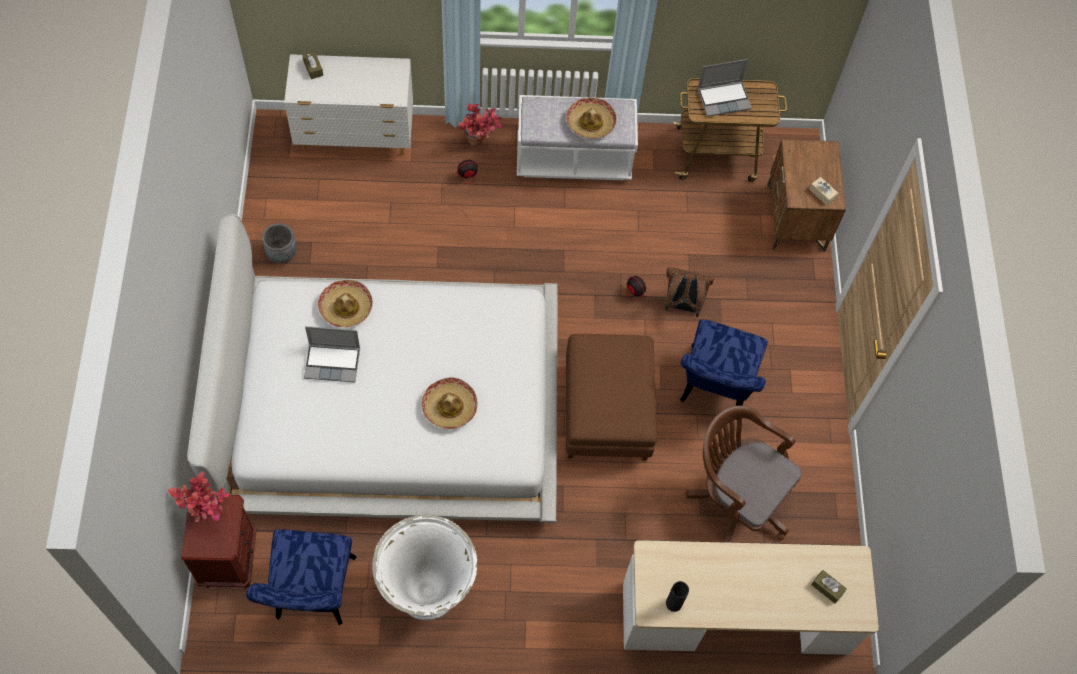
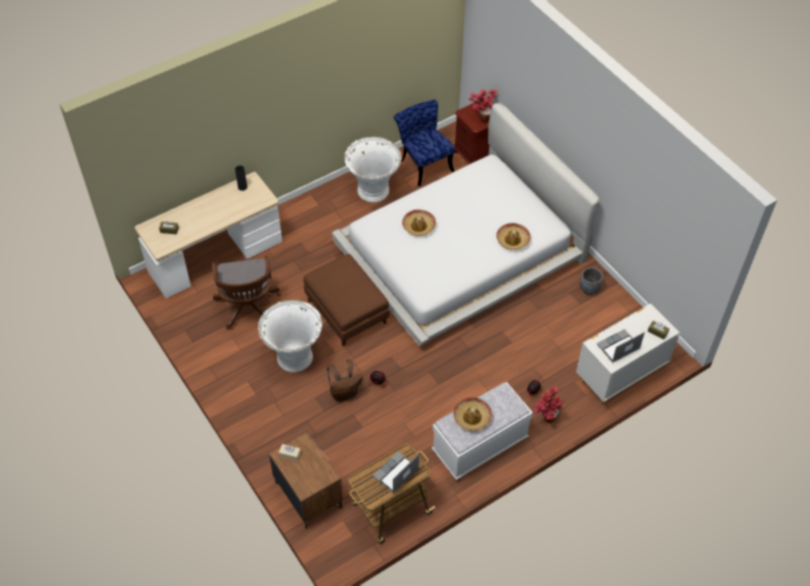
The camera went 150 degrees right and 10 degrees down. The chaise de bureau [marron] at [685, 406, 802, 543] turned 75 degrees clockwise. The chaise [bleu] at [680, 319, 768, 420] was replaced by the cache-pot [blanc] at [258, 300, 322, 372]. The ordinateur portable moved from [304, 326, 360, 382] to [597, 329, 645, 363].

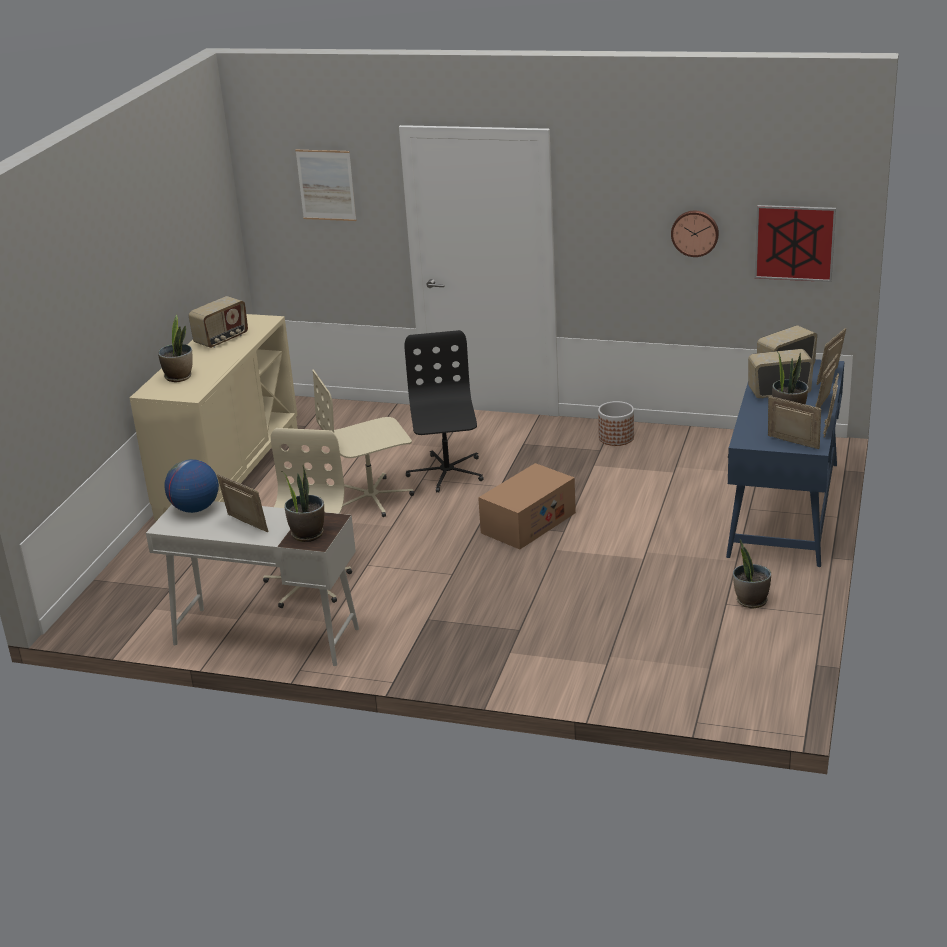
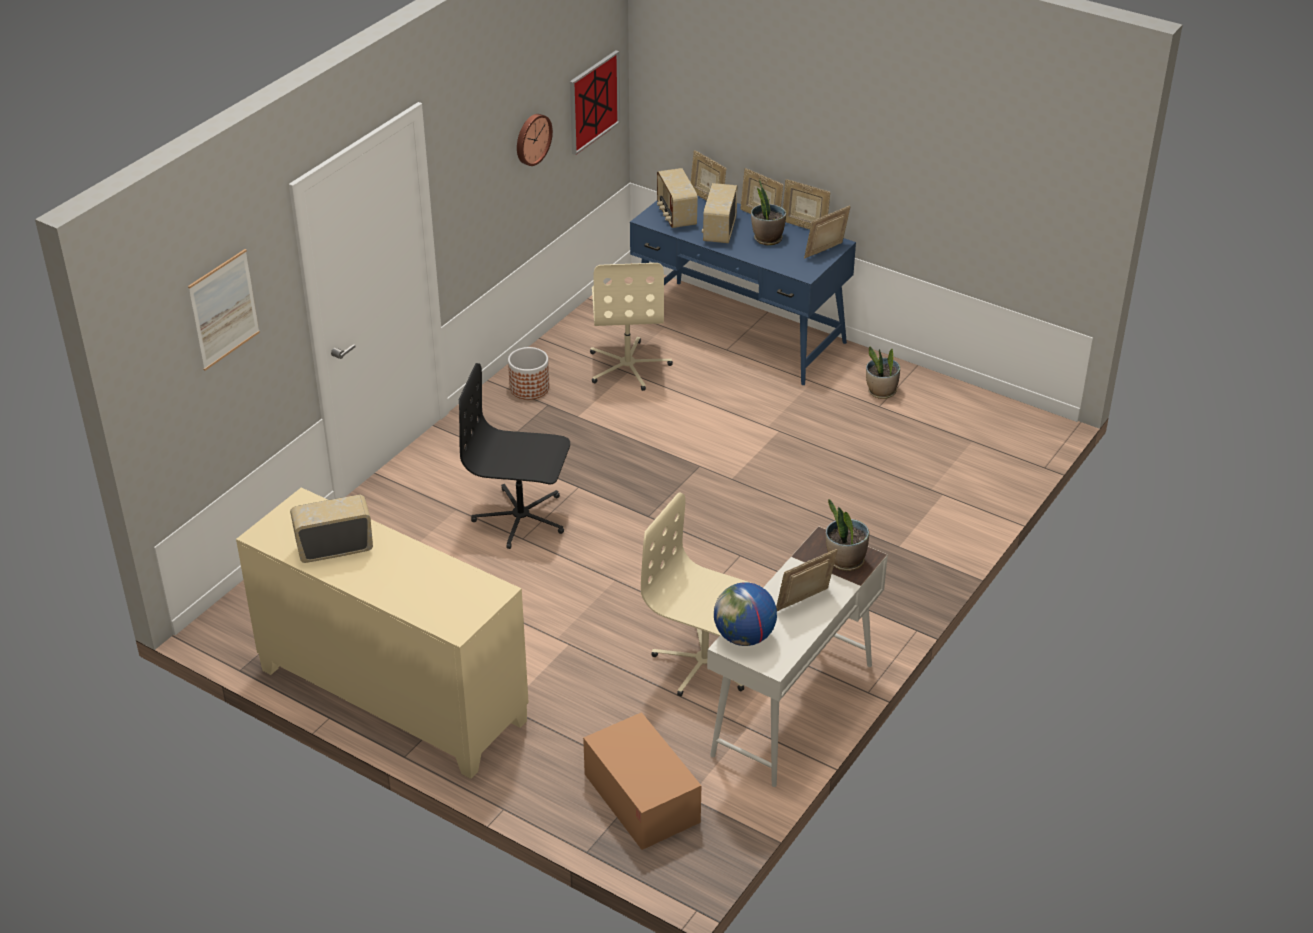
The camera went 75 degrees left and 10 degrees up. The radio at [188, 296, 248, 348] turned 75 degrees counterclockwise. The carton moved from [478, 463, 576, 549] to [583, 712, 701, 850]. The chaise de bureau [beige] moved from [313, 369, 414, 517] to [590, 263, 673, 391]. The plante en pot at [158, 315, 193, 382] disappeared.

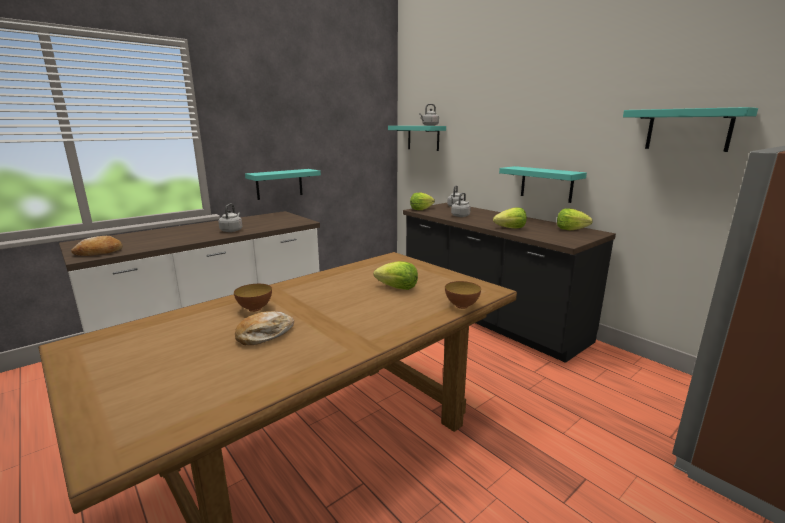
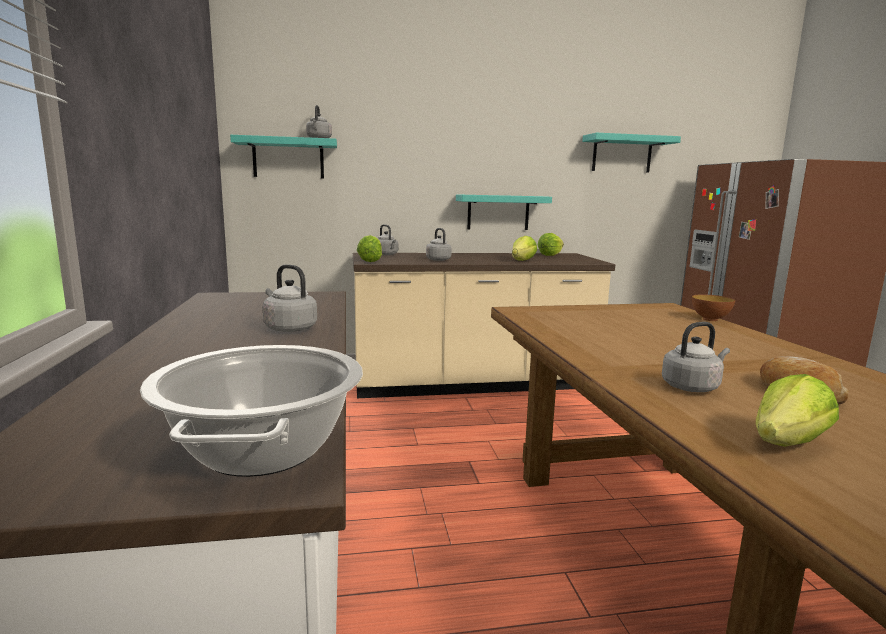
The camera went 60 degrees left and 5 degrees down. The pain at [71, 236, 123, 256] was replaced by the marmite at [140, 345, 363, 477]. The comptoir de cuisine [noir] at [403, 203, 616, 363] became the comptoir de cuisine [beige] at [353, 253, 615, 398]. The bol at [234, 284, 272, 312] was replaced by the bouilloire [gris] at [662, 322, 730, 392]. The laitue moved from [373, 261, 418, 290] to [756, 374, 839, 447]. The étagère [turquoise] at [245, 169, 321, 200] disappeared.

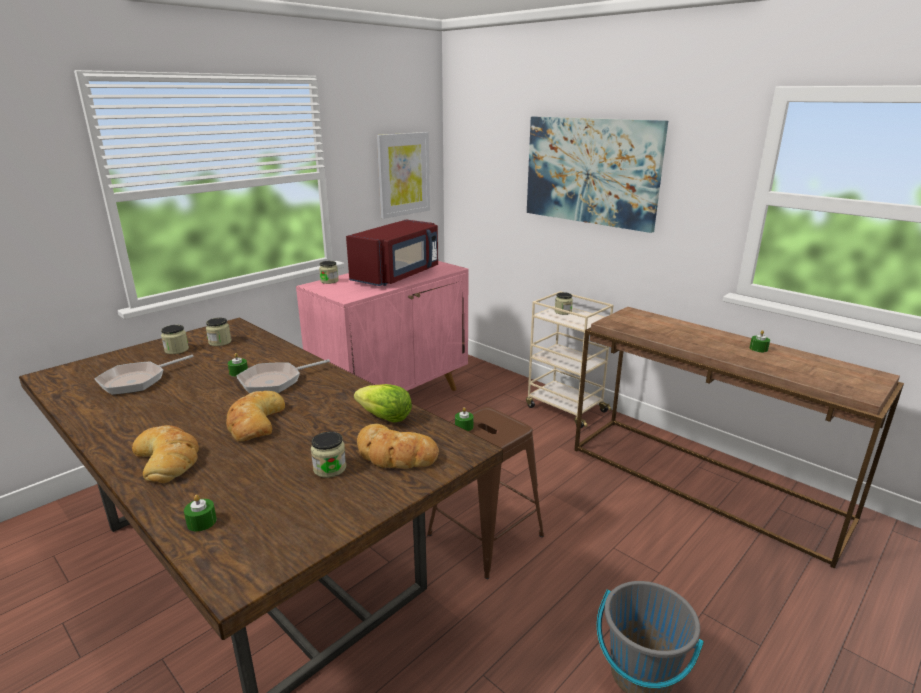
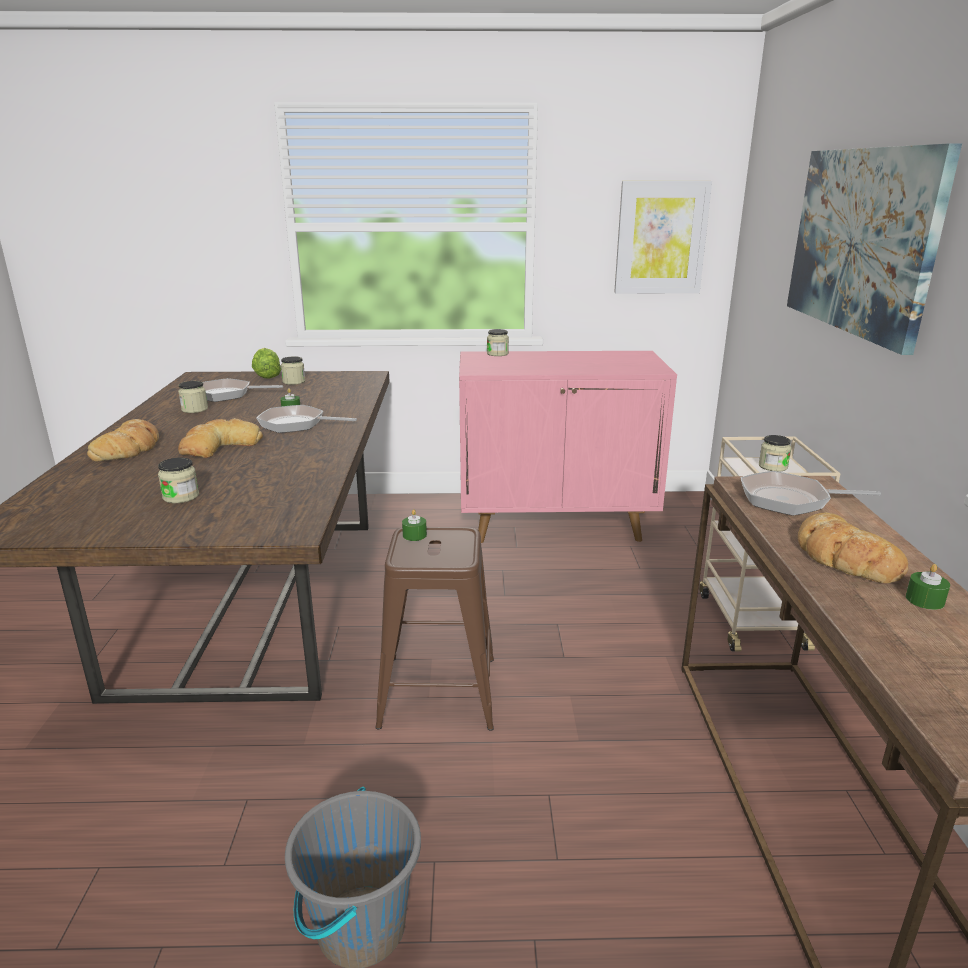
The camera went 45 degrees right and 0 degrees up. The bocal moved from [206, 318, 232, 346] to [178, 381, 208, 413]. The laitue moved from [354, 384, 412, 423] to [252, 348, 281, 379]. The poêle at [741, 471, 881, 516] appeared. The pain moved from [357, 423, 439, 468] to [798, 512, 908, 583]. The bougie [vert] at [184, 495, 217, 532] disappeared. The micro-ondes [rouge] at [346, 220, 438, 286] disappeared.

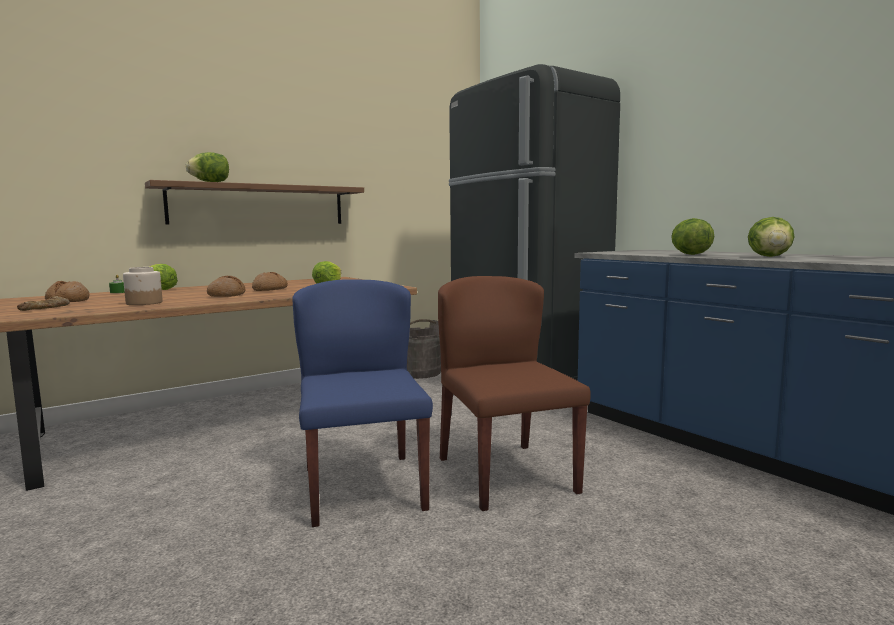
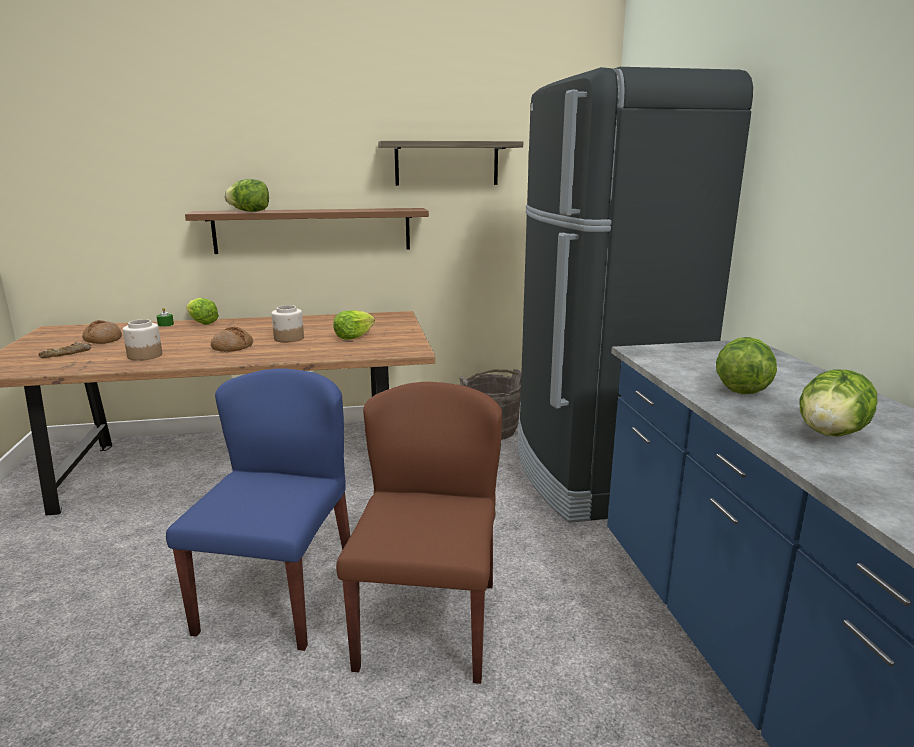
The camera went 25 degrees right and 10 degrees up. The pain at [252, 272, 288, 291] was replaced by the bocal at [272, 305, 304, 342]. The étagère at [378, 141, 523, 186] appeared.

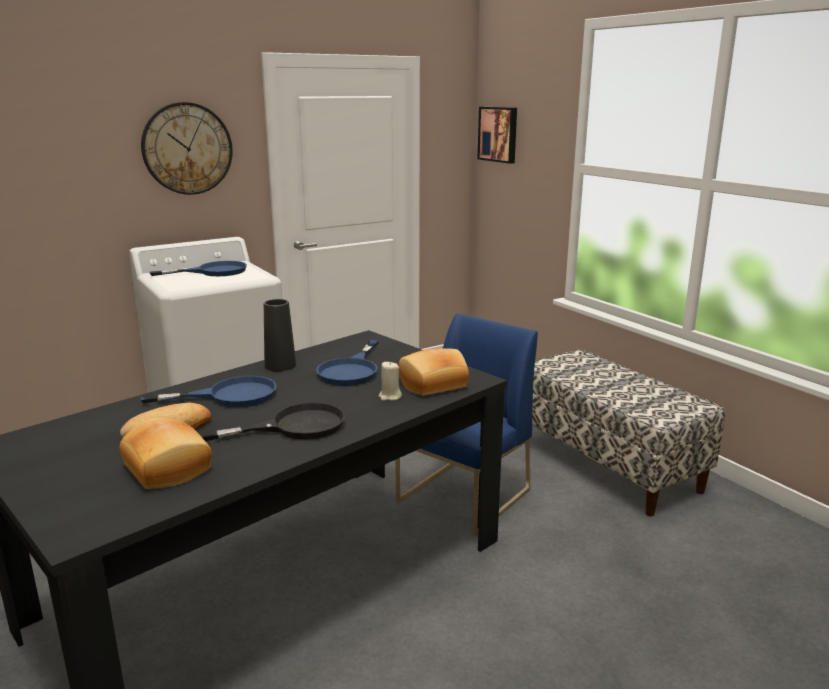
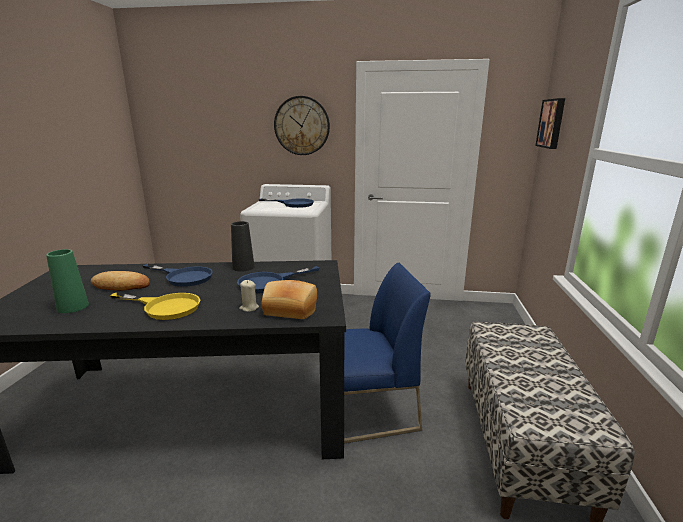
The camera went 40 degrees right and 0 degrees up. The pain at [119, 418, 212, 489] was replaced by the vase [vert] at [46, 249, 89, 313]. The poêle [noir] at [199, 402, 345, 441] became the poêle [jaune] at [110, 292, 200, 320].

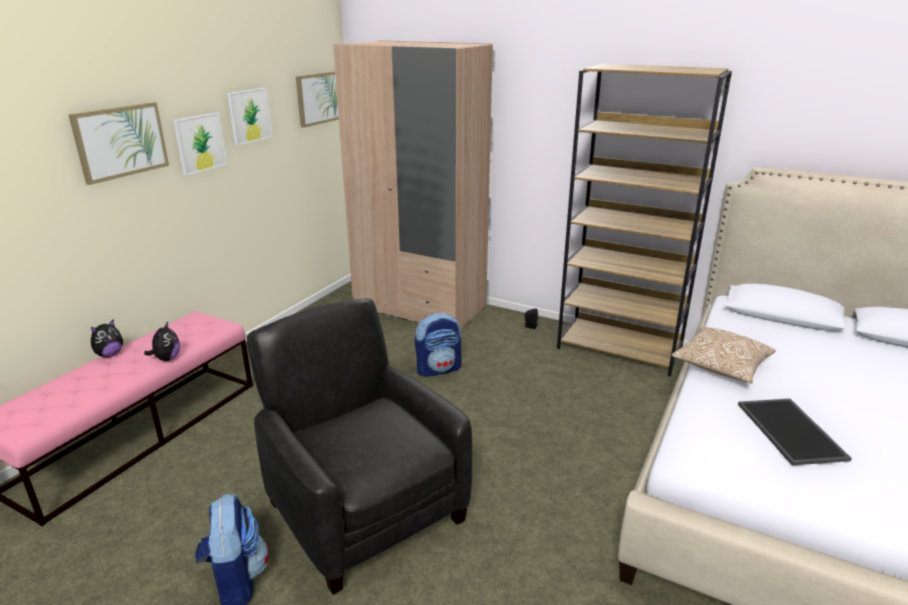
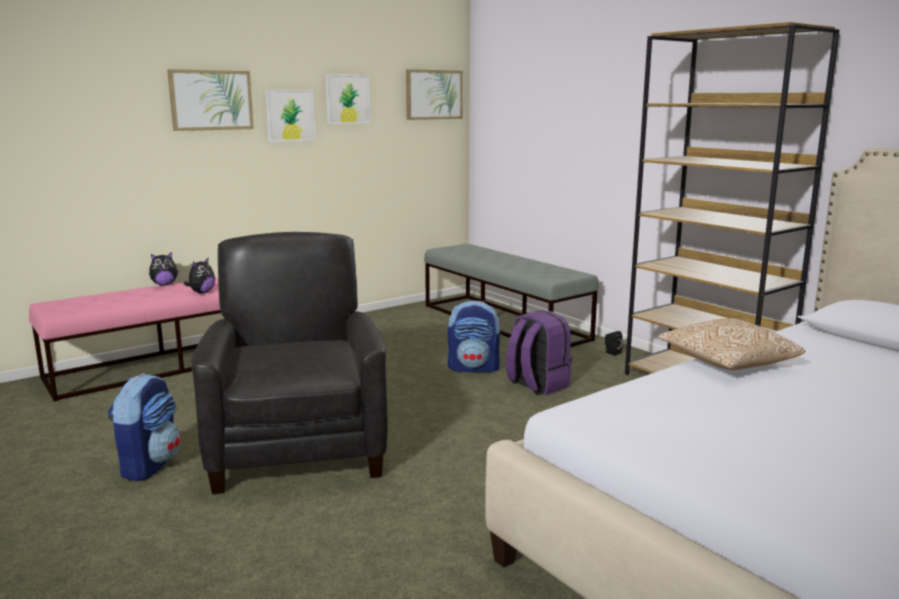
The camera went 25 degrees right and 10 degrees down. The armoire [beige] at [333, 40, 493, 329] was replaced by the banc [gris] at [424, 244, 599, 347]. The sac à dos [violet] at [506, 310, 572, 395] appeared. The plateau at [738, 398, 852, 465] disappeared.

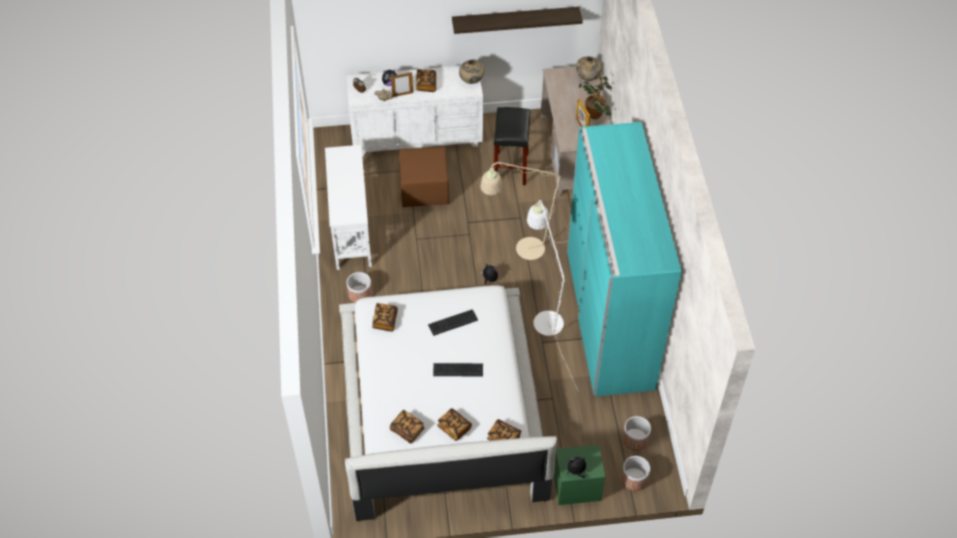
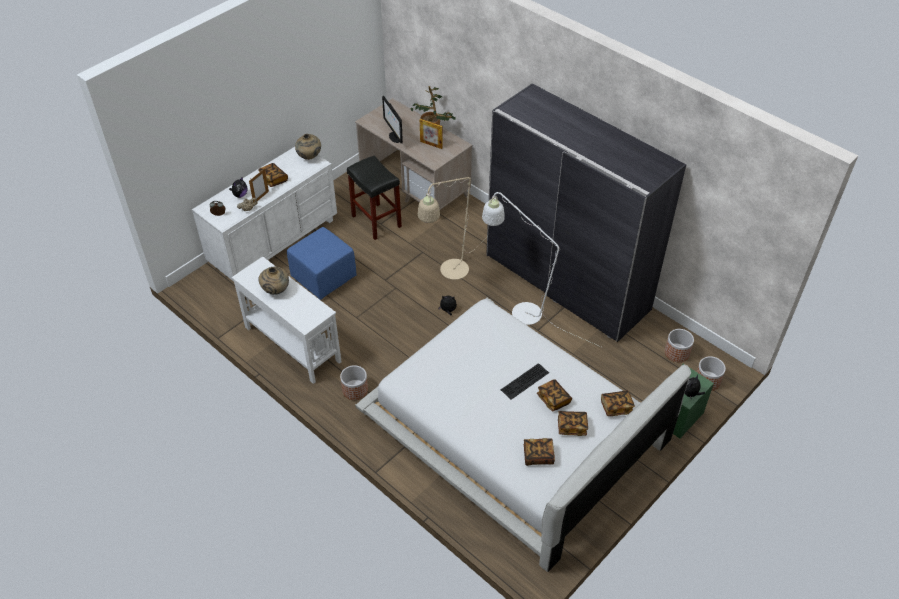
The camera went 40 degrees left and 5 degrees down. The vase [beige] moved from [576, 56, 602, 81] to [258, 267, 289, 295]. The pouf [marron] at [399, 147, 449, 207] became the pouf [bleu] at [287, 227, 357, 300]. The écran d'ordinateur at [382, 96, 403, 143] appeared. The armoire [turquoise] at [567, 122, 682, 396] became the armoire [gris] at [486, 83, 686, 342]. The livre moved from [372, 303, 398, 332] to [537, 379, 572, 412]. The clavier at [428, 309, 478, 336] disappeared. The étagère at [452, 7, 583, 34] disappeared.

